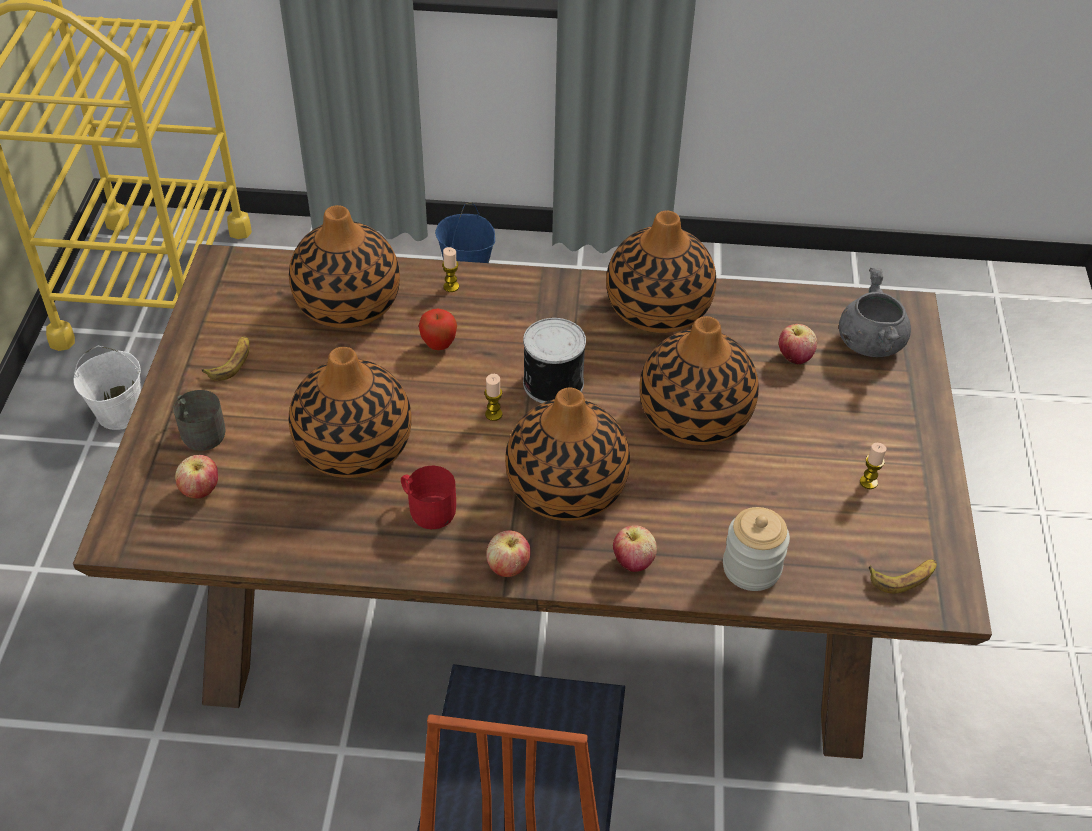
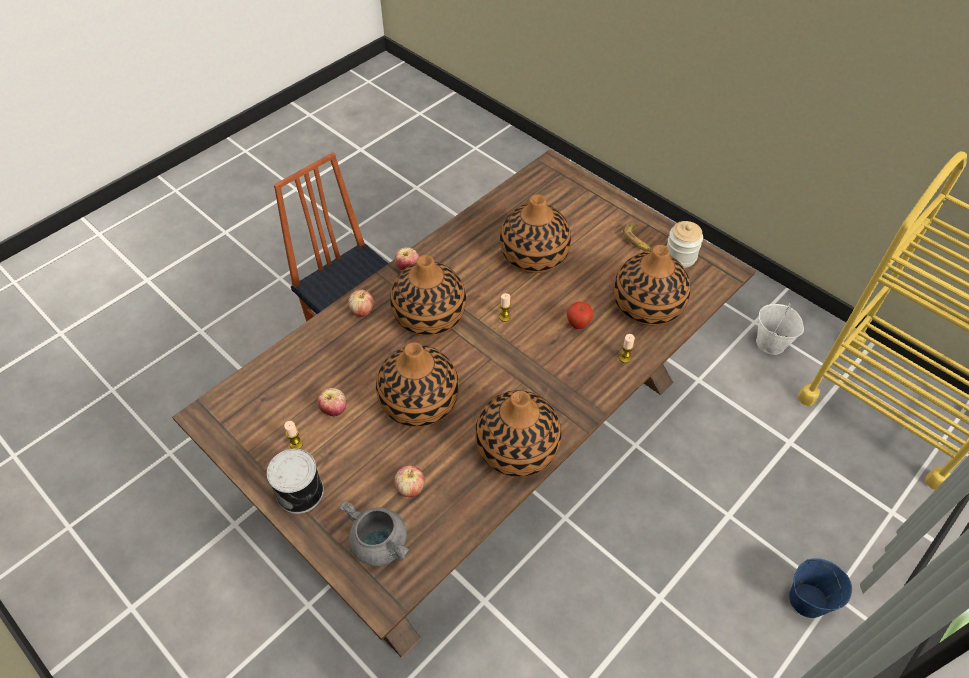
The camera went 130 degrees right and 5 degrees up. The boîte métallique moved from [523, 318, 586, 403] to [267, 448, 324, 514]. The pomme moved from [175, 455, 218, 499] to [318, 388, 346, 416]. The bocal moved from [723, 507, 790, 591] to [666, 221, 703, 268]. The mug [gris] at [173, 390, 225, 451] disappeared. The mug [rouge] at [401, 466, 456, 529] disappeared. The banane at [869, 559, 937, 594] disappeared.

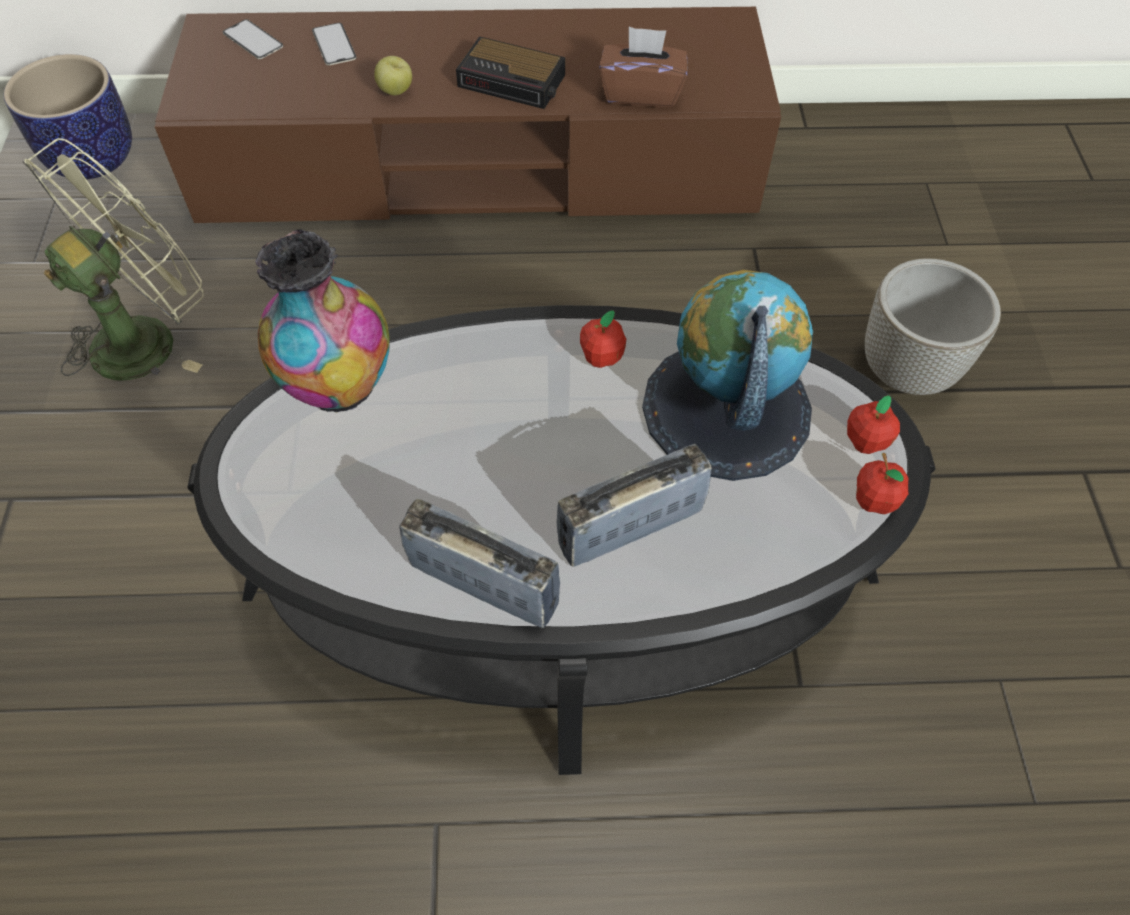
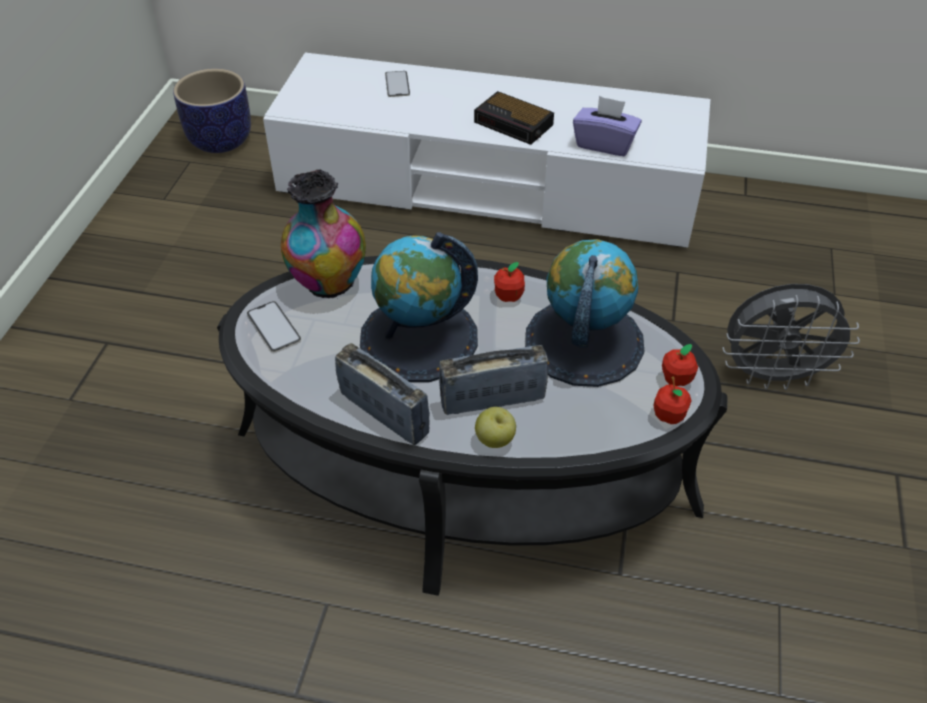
The camera went 15 degrees right and 10 degrees down. The téléphone moved from [223, 19, 283, 59] to [247, 301, 301, 352]. The meuble télé [marron] at [155, 7, 781, 223] became the meuble télé [blanc] at [263, 53, 710, 248]. The globe at [360, 232, 478, 382] appeared. The pomme moved from [374, 56, 412, 95] to [475, 407, 516, 448]. The boîte à mouchoirs [marron] at [599, 27, 687, 107] became the boîte à mouchoirs [violet] at [573, 96, 642, 156]. The cache-pot [gris] at [865, 258, 1001, 395] was replaced by the ventilateur [gris] at [722, 284, 860, 390]. The ventilateur [vert] at [23, 138, 204, 381] disappeared.

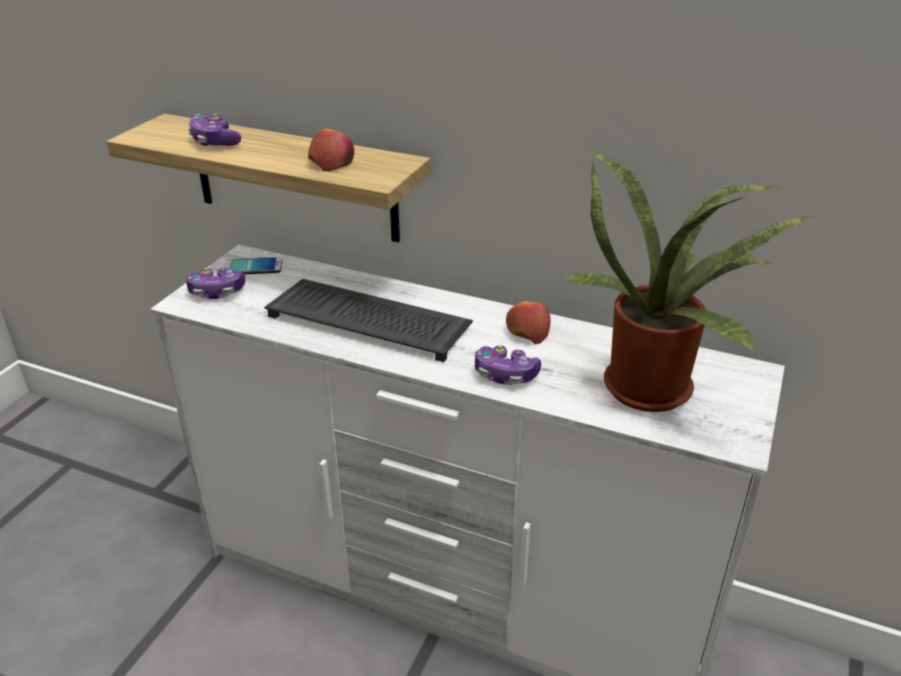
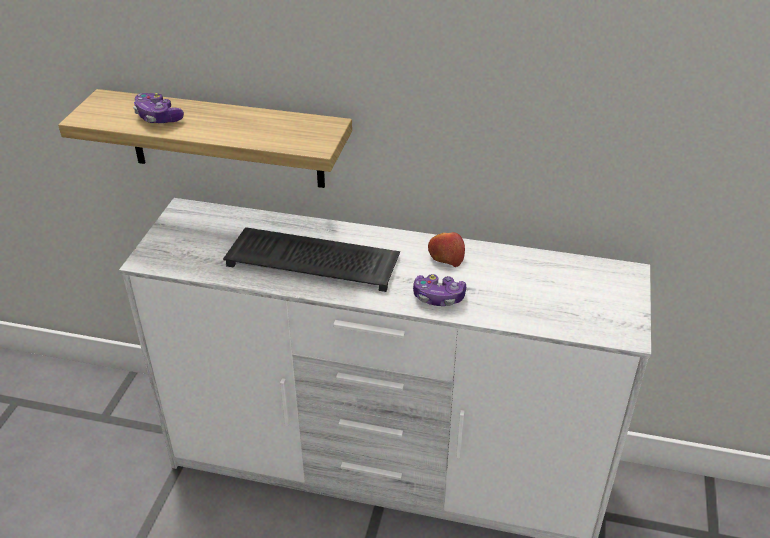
The camera went 10 degrees left and 5 degrees up. The manette at [186, 268, 245, 299] disappeared. The téléphone at [224, 257, 282, 274] disappeared. The pomme at [308, 129, 354, 172] disappeared. The plante en pot at [564, 149, 816, 412] disappeared.

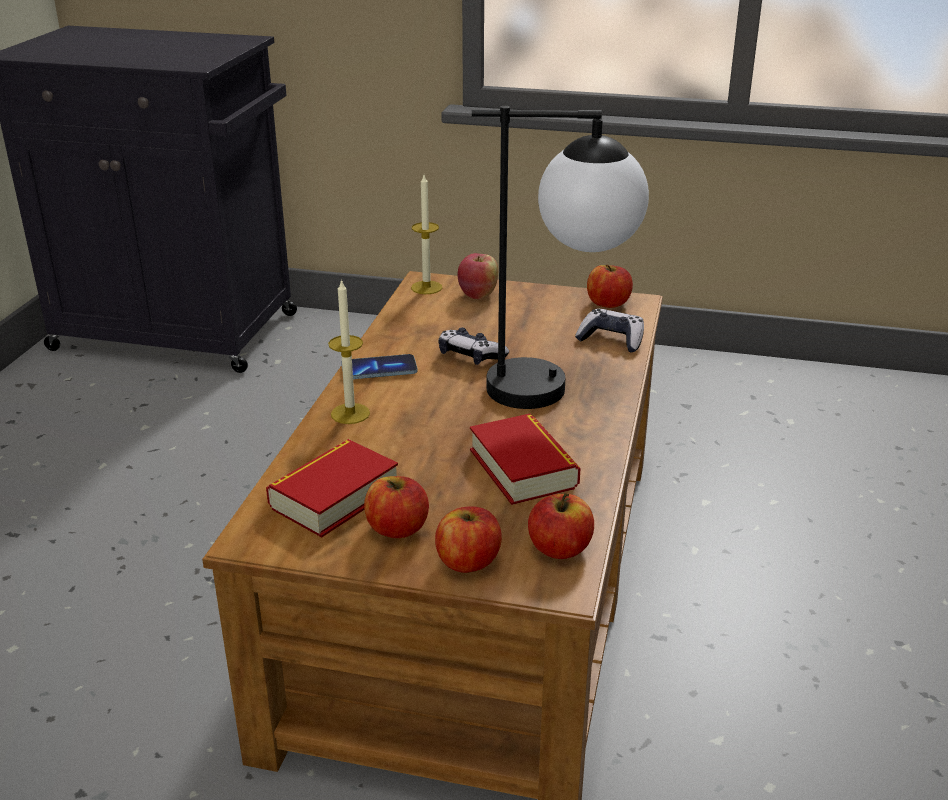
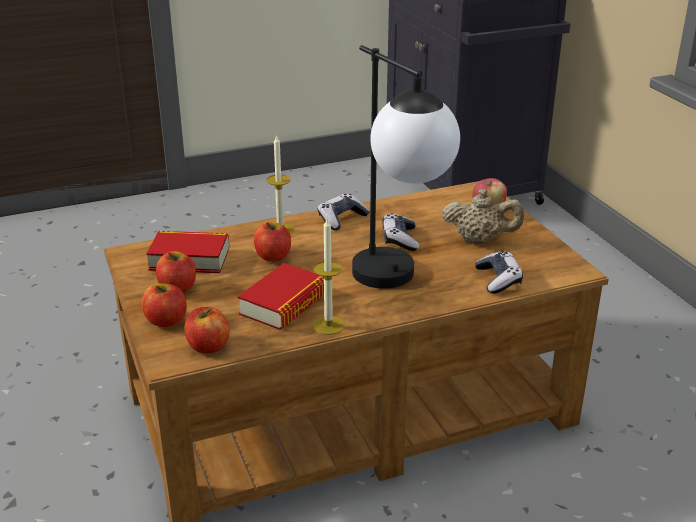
The camera went 55 degrees right and 0 degrees up. The pomme moved from [587, 265, 633, 308] to [254, 222, 291, 262]. The bougie moved from [411, 175, 442, 294] to [312, 218, 345, 335]. The téléphone at [341, 354, 417, 379] was replaced by the manette at [318, 194, 370, 230]. The théière [beige] at [442, 189, 524, 244] appeared.

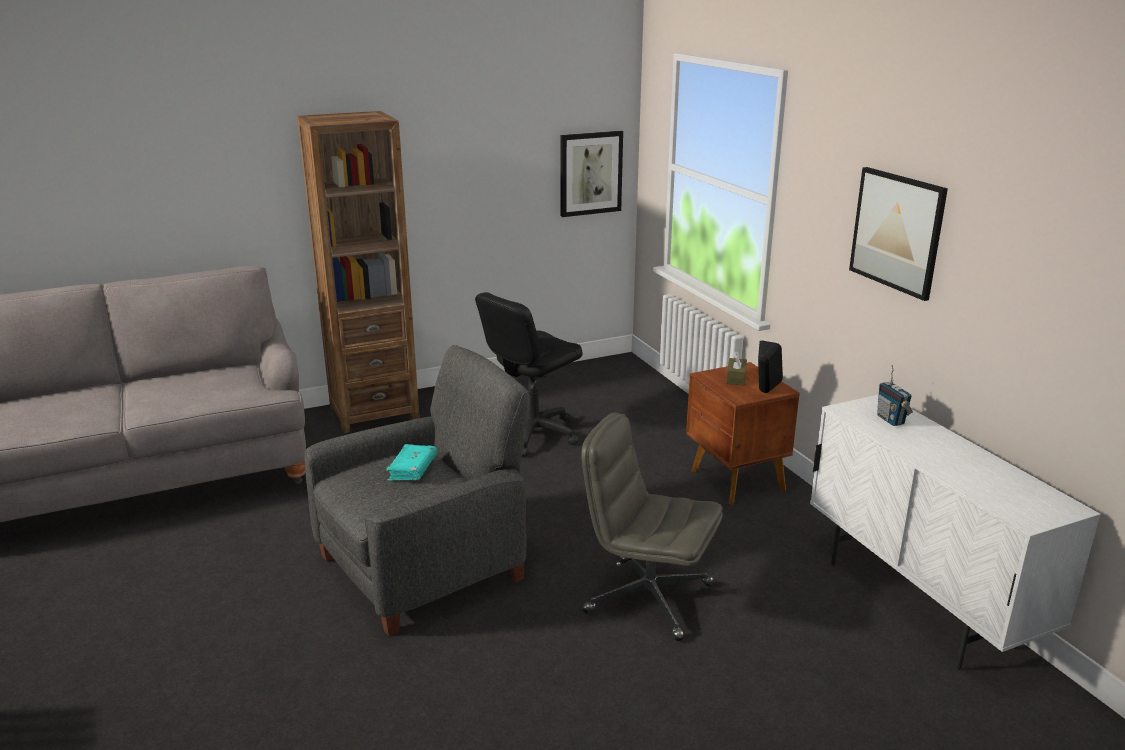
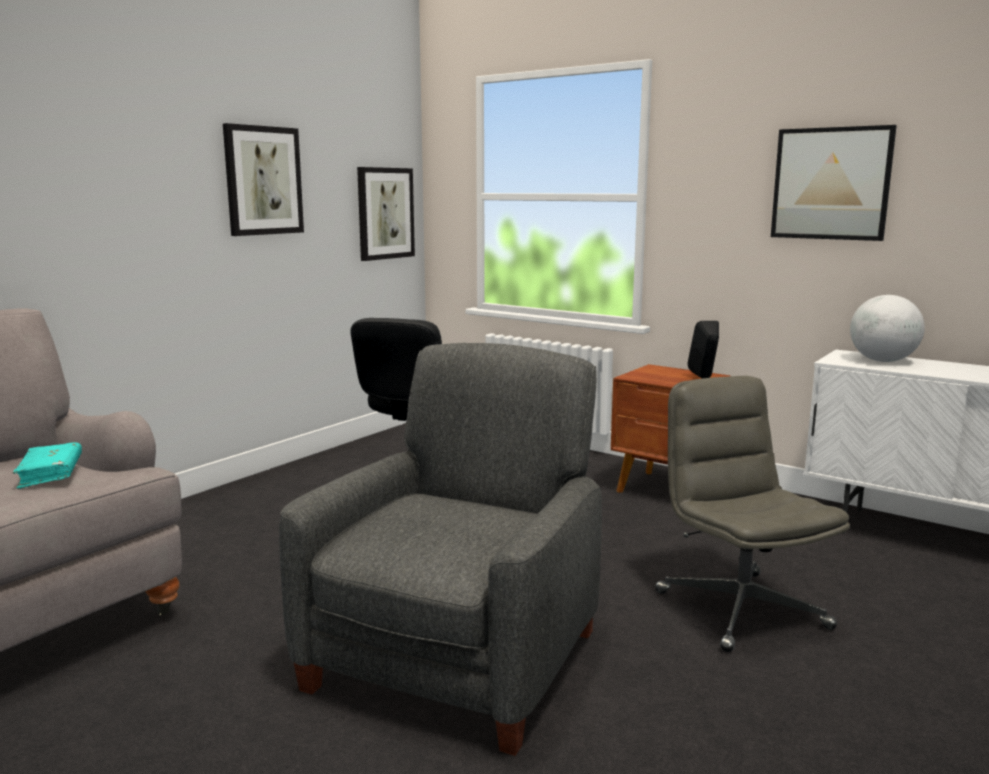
The camera went 30 degrees left and 10 degrees down. The livre [turquoise] moved from [386, 444, 437, 481] to [13, 442, 82, 489]. The tableau at [223, 123, 304, 236] appeared. The chaise de bureau [gris] at [581, 413, 723, 641] turned 75 degrees clockwise. The radio at [877, 365, 913, 426] was replaced by the globe at [850, 295, 925, 362]. The bibliothèque [marron] at [297, 111, 420, 433] disappeared. The boîte à mouchoirs [marron] at [726, 351, 747, 385] disappeared.

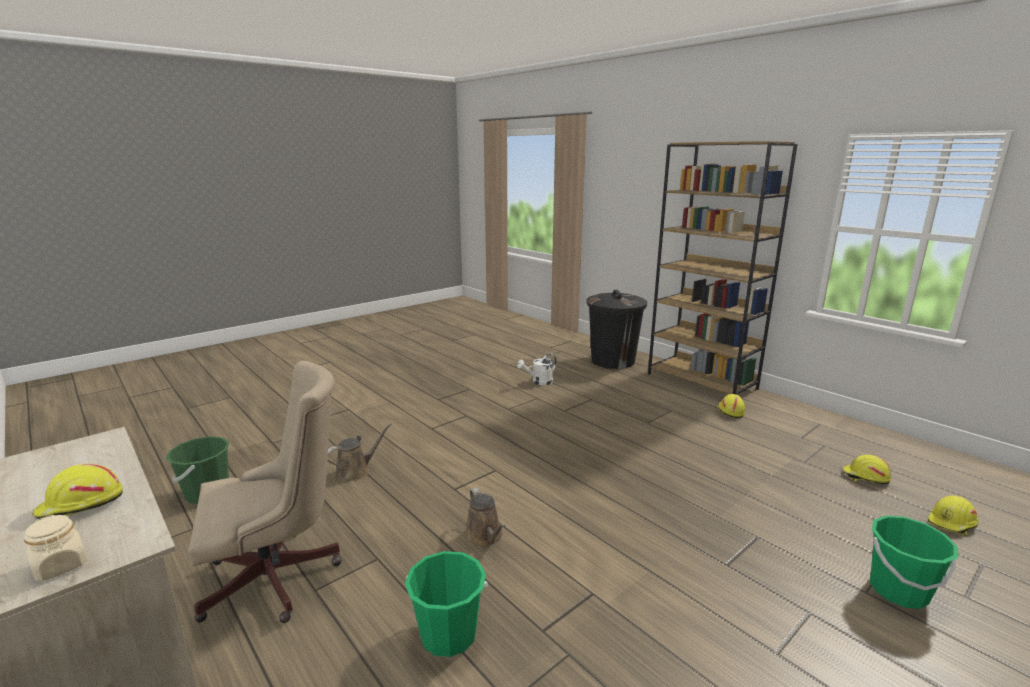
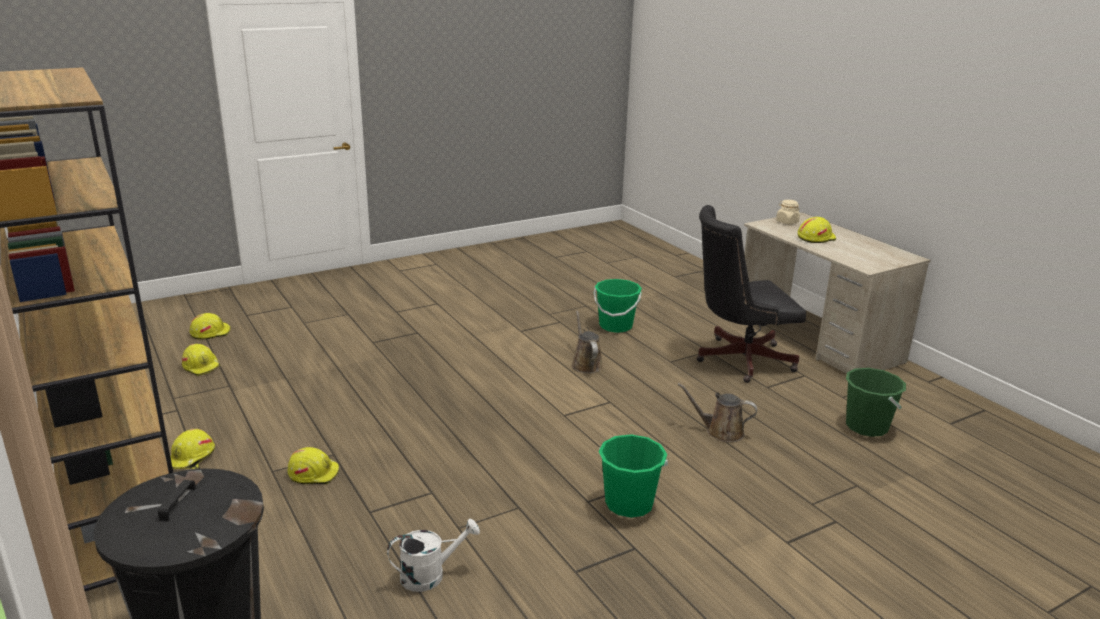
The camera went 170 degrees left and 5 degrees up. The casque de chantier [jaune] at [288, 447, 339, 484] appeared. The seau [vert] moved from [870, 515, 958, 609] to [599, 434, 668, 518]. The arrosoir [marron] at [327, 423, 392, 481] turned 45 degrees clockwise. The chaise de bureau [beige] at [188, 361, 342, 623] became the chaise de bureau [noir] at [697, 205, 806, 383].

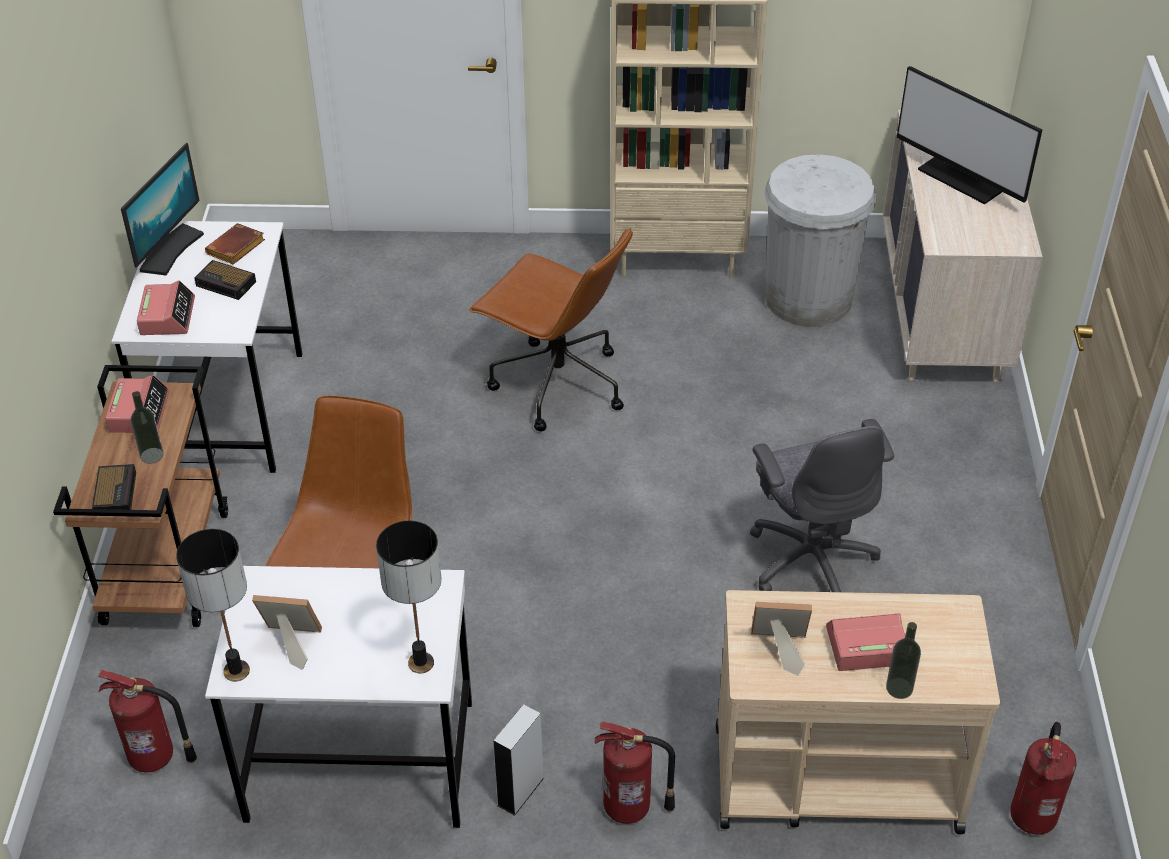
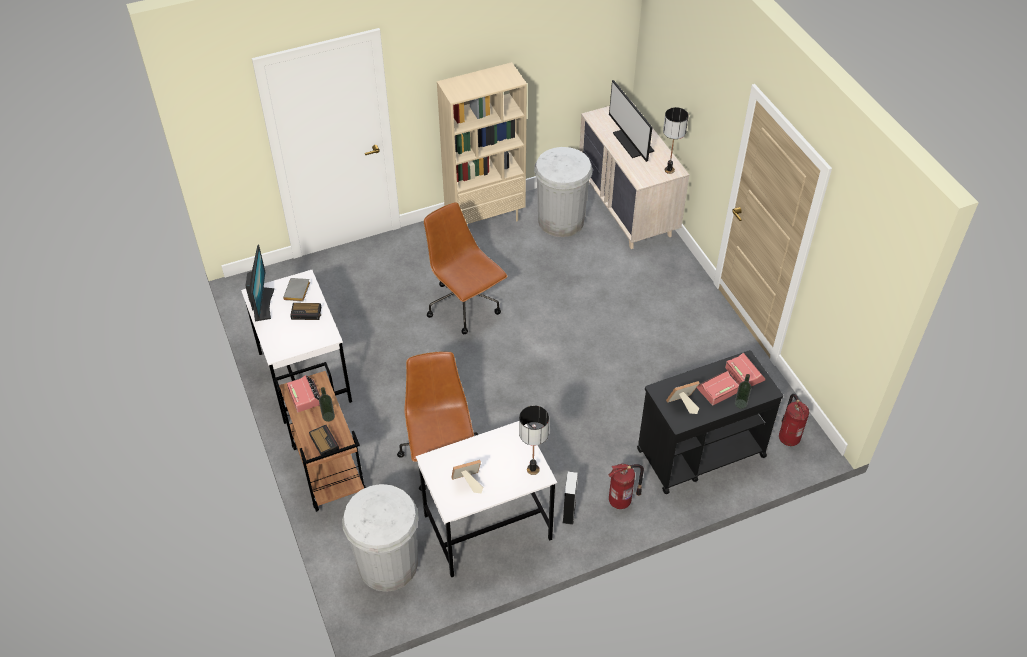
The camera went 25 degrees left and 5 degrees up. The livre [marron] at [205, 223, 265, 265] became the livre [gris] at [283, 278, 310, 302]. The extincteur at [98, 670, 197, 772] was replaced by the poubelle [blanc] at [342, 484, 419, 592]. The chaise de bureau [marron] at [469, 228, 633, 432] turned 135 degrees counterclockwise. The écran d'ordinateur at [896, 66, 1042, 204] turned 45 degrees clockwise. The chariot [beige] at [716, 590, 1000, 834] became the chariot [noir] at [637, 350, 783, 494]. The lampe de table moved from [176, 529, 250, 682] to [663, 107, 689, 174]. The réveil moved from [137, 280, 195, 335] to [725, 353, 766, 386]. The chaise de bureau [gris] at [750, 419, 894, 592] disappeared.

